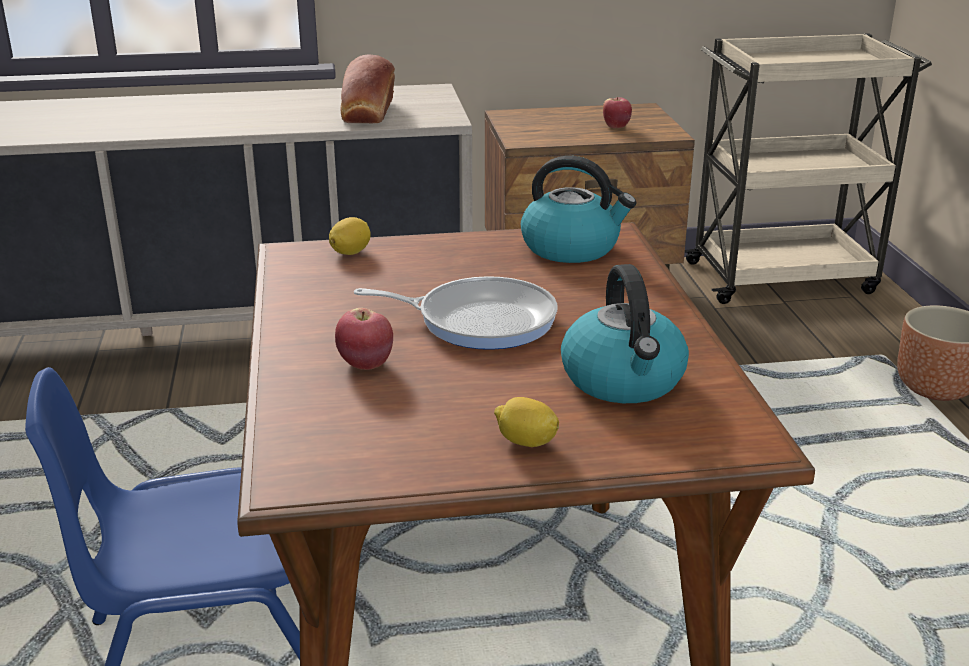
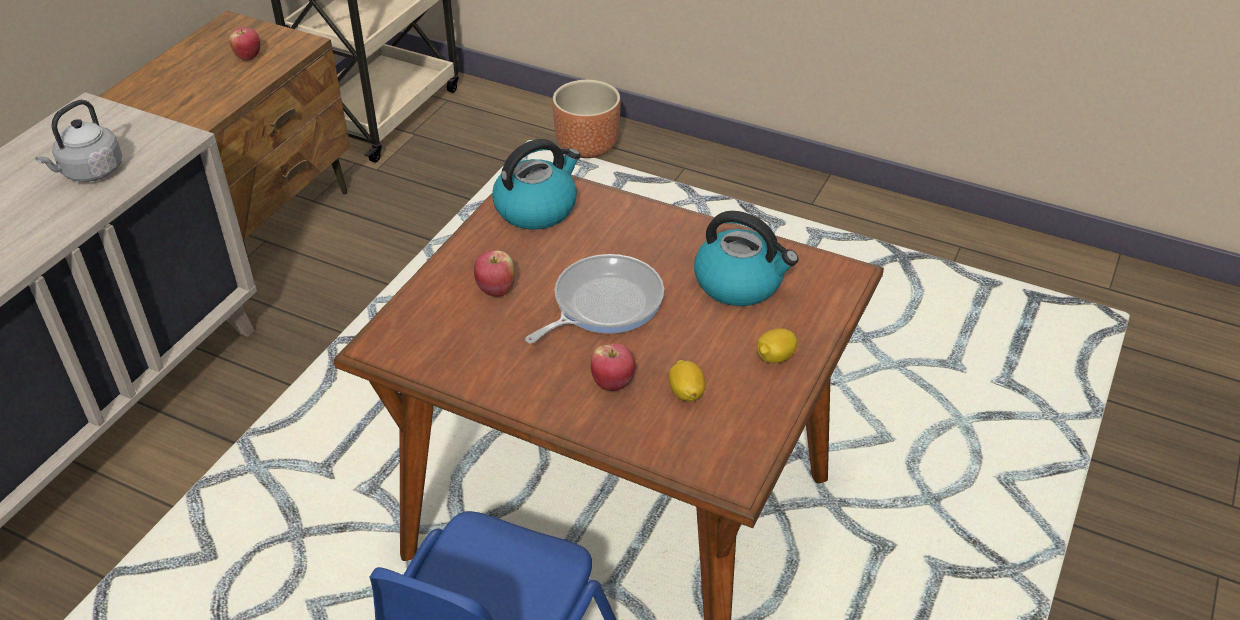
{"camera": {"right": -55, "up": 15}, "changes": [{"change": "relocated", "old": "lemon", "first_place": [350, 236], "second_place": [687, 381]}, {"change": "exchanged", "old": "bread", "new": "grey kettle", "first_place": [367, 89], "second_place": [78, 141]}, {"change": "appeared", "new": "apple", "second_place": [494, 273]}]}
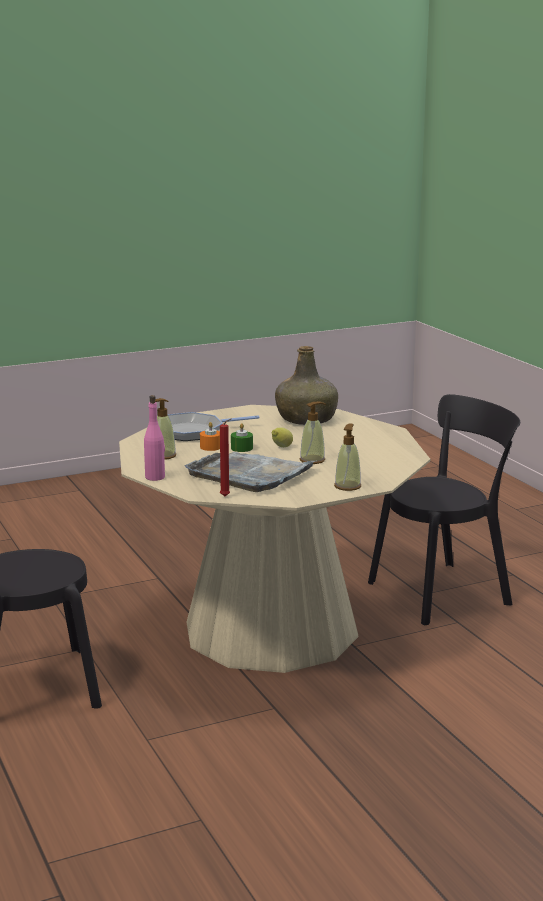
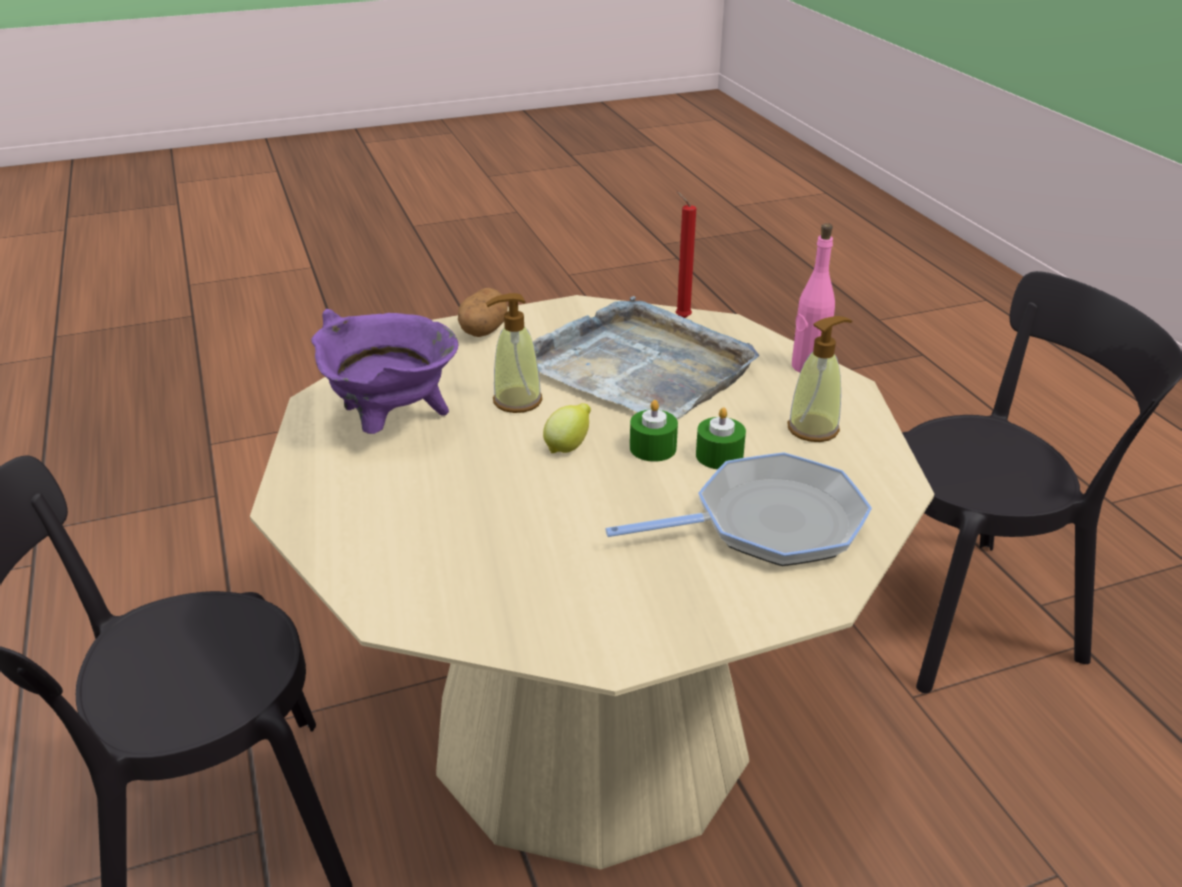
{"camera": {"right": -175, "up": 15}, "changes": [{"change": "colour", "old": "orange candle", "new": "green candle", "first_place": [210, 436], "second_place": [721, 438]}, {"change": "missing", "old": "green bottle", "first_place": [306, 385]}, {"change": "exchanged", "old": "soap dispenser", "new": "potato", "first_place": [347, 457], "second_place": [483, 312]}, {"change": "appeared", "new": "purple cooking pot", "second_place": [384, 371]}]}
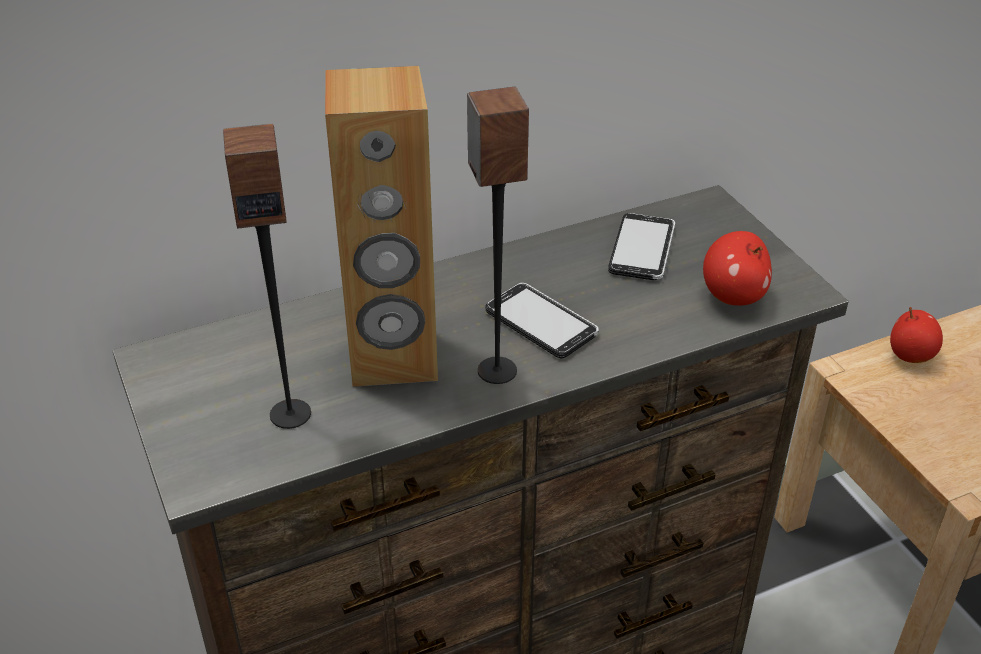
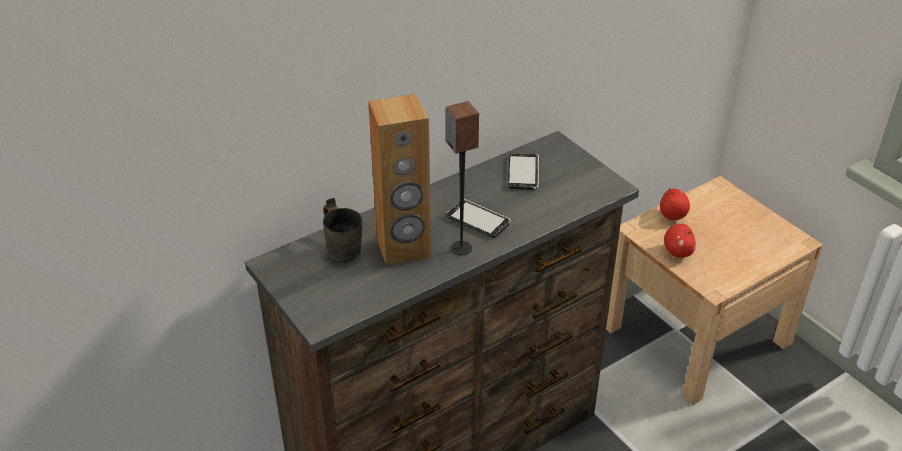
{"camera": {"right": -10, "up": 0}, "changes": [{"change": "missing", "old": "speaker", "first_place": [267, 276]}, {"change": "relocated", "old": "apple", "first_place": [737, 268], "second_place": [680, 241]}, {"change": "appeared", "new": "grey mug", "second_place": [342, 230]}]}
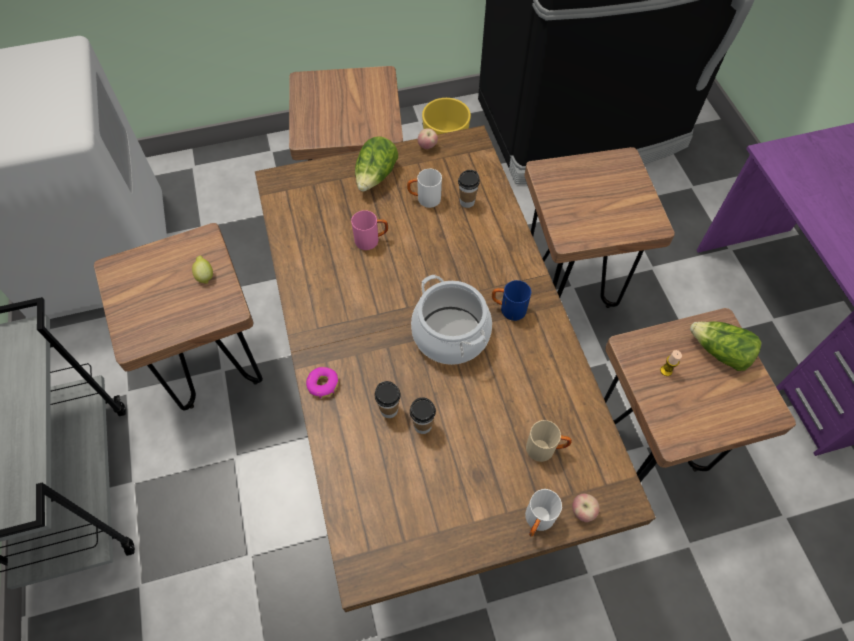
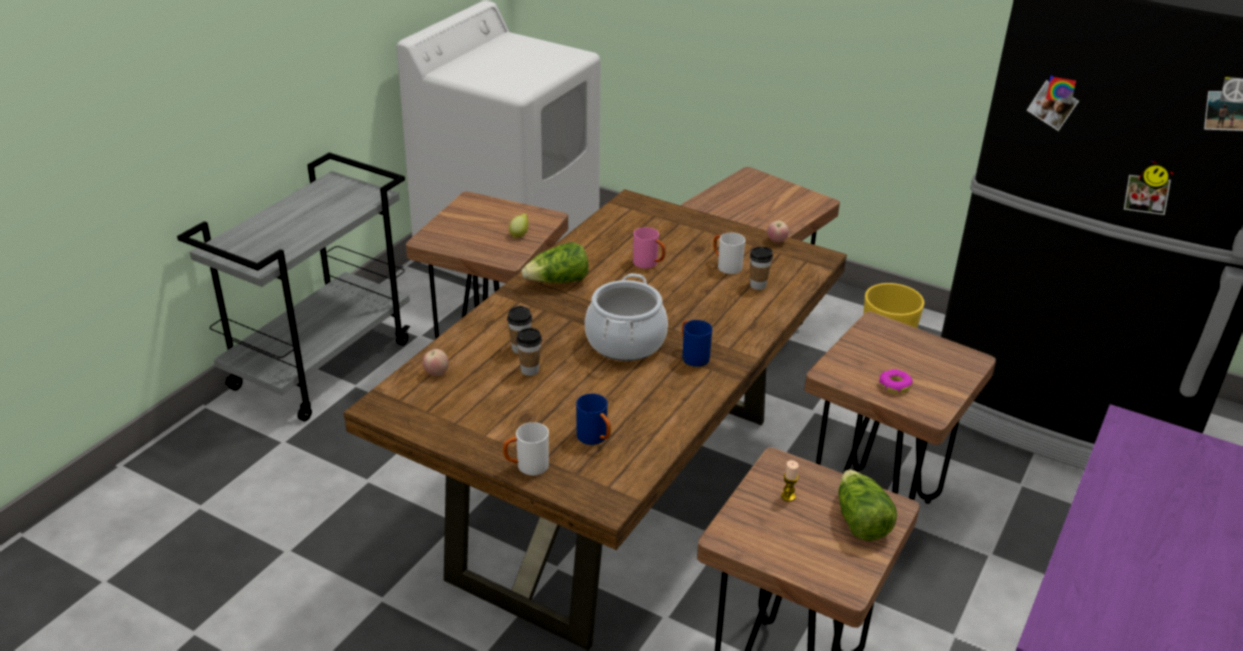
{"camera": {"right": 45, "up": -25}, "changes": [{"change": "relocated", "old": "donut", "first_place": [322, 382], "second_place": [896, 381]}, {"change": "relocated", "old": "lettuce", "first_place": [376, 164], "second_place": [555, 262]}, {"change": "colour", "old": "beige mug", "new": "blue mug", "first_place": [549, 441], "second_place": [593, 419]}, {"change": "relocated", "old": "apple", "first_place": [586, 508], "second_place": [436, 362]}]}
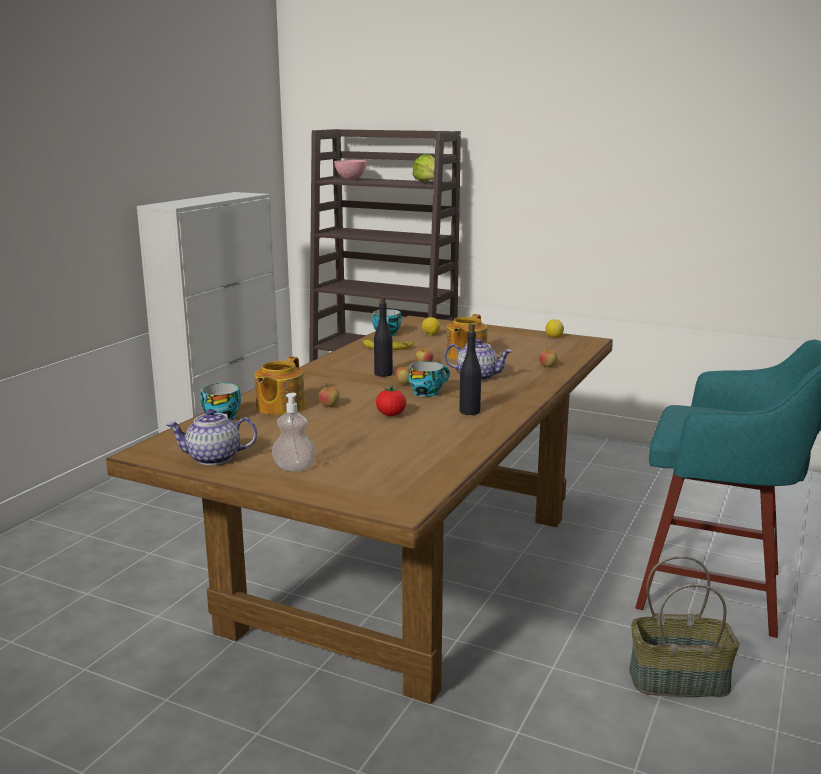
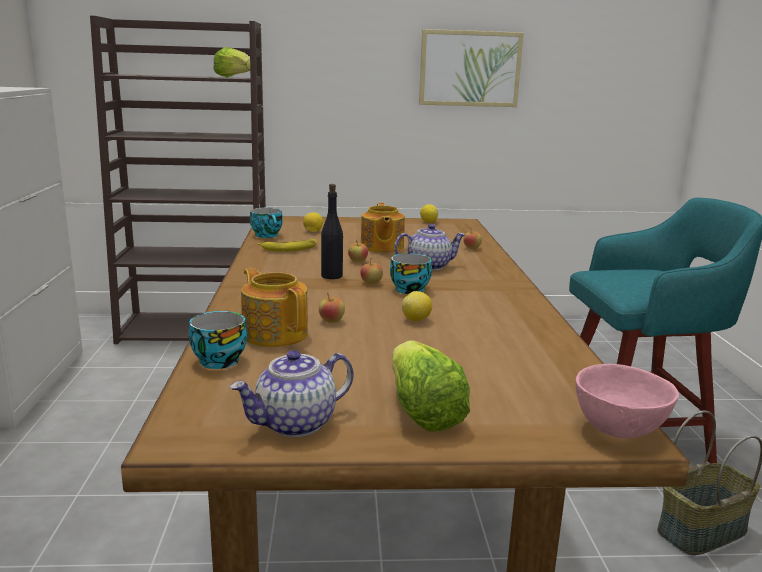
{"camera": {"right": -30, "up": 0}, "changes": [{"change": "spun", "old": "teapot", "first_place": [279, 385], "second_place": [274, 307], "degrees": 150}, {"change": "exchanged", "old": "soap dispenser", "new": "lettuce", "first_place": [294, 432], "second_place": [431, 385]}, {"change": "relocated", "old": "pink bowl", "first_place": [350, 169], "second_place": [627, 401]}, {"change": "exchanged", "old": "tomato", "new": "lemon", "first_place": [391, 401], "second_place": [417, 306]}, {"change": "missing", "old": "black bottle", "first_place": [470, 369]}, {"change": "appeared", "new": "picture", "second_place": [471, 68]}]}
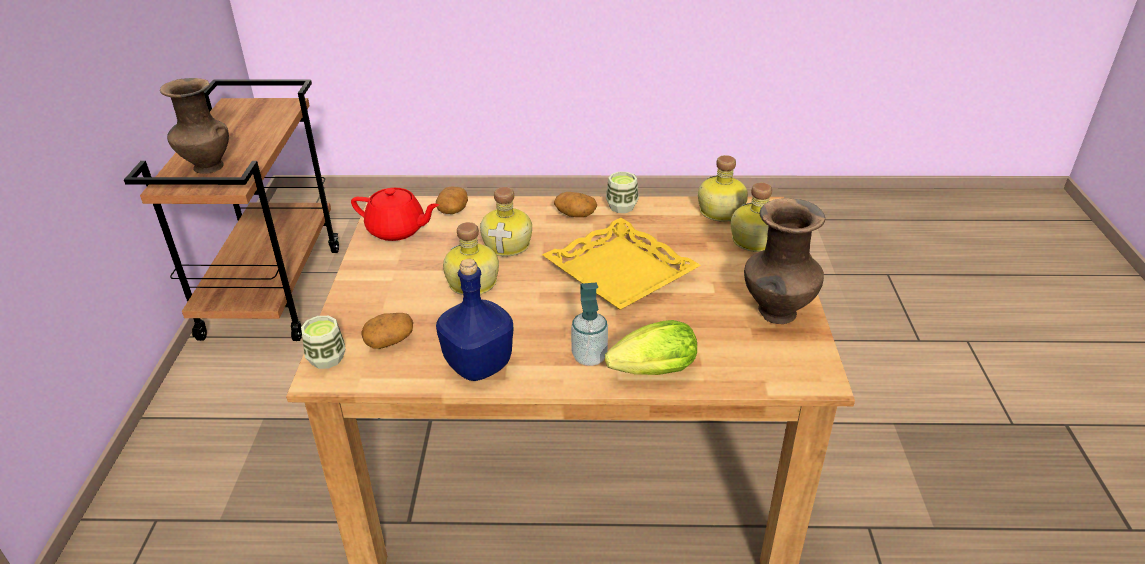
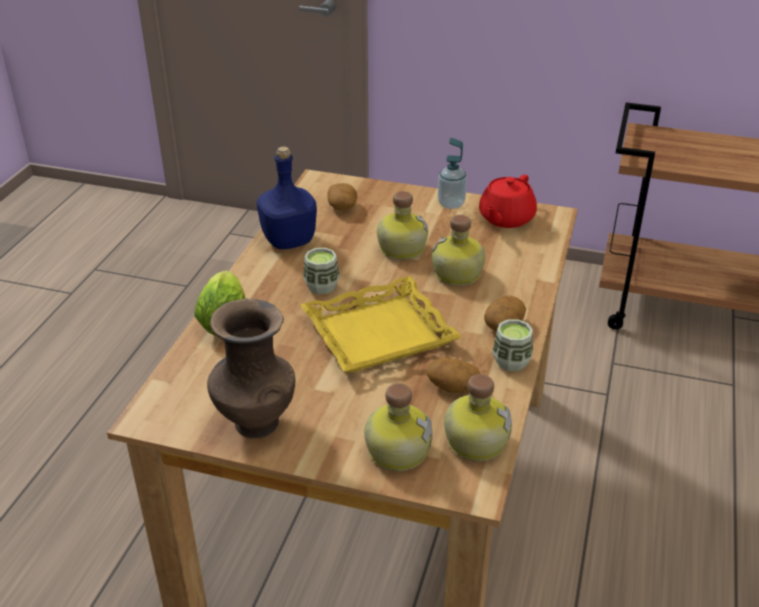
{"camera": {"right": 105, "up": 0}, "changes": [{"change": "missing", "old": "brown vase", "first_place": [194, 126]}, {"change": "relocated", "old": "cup", "first_place": [323, 342], "second_place": [321, 271]}, {"change": "relocated", "old": "potato", "first_place": [452, 200], "second_place": [453, 375]}, {"change": "relocated", "old": "soap dispenser", "first_place": [589, 324], "second_place": [452, 173]}]}
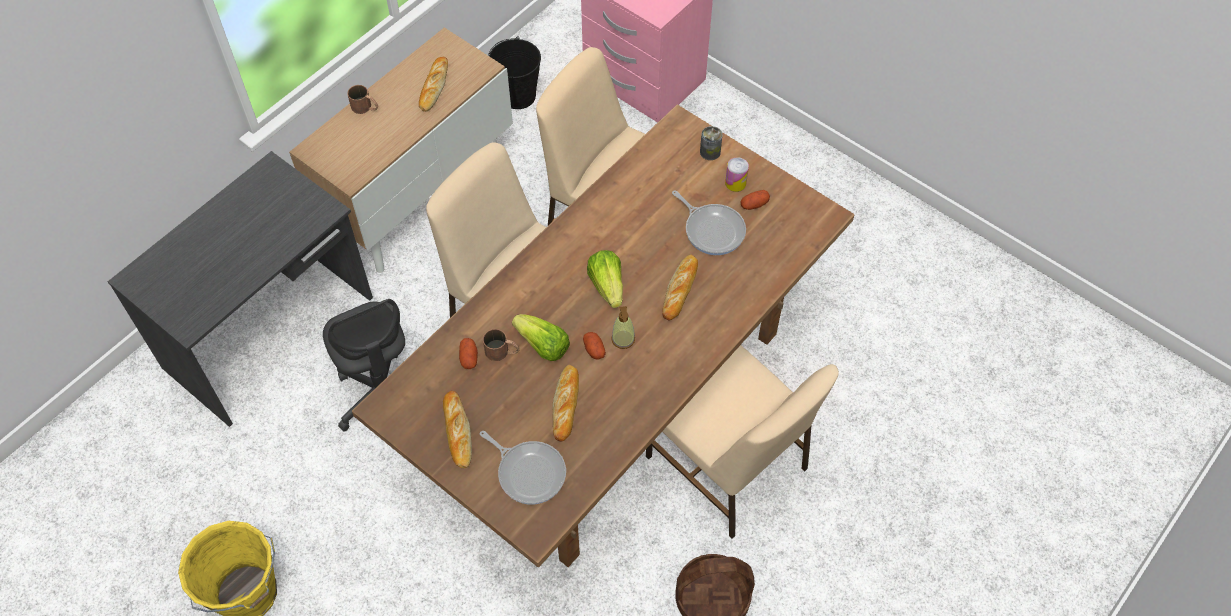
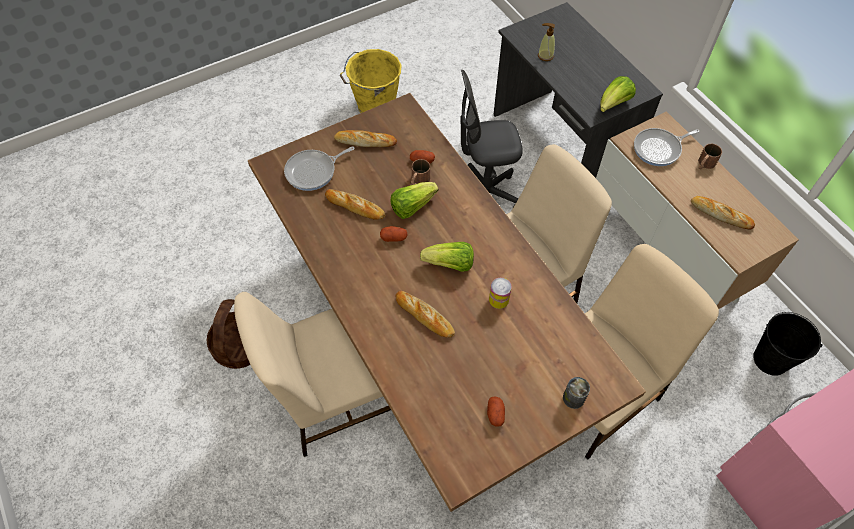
{"camera": {"right": 110, "up": 0}, "changes": [{"change": "relocated", "old": "soap dispenser", "first_place": [623, 327], "second_place": [546, 42]}, {"change": "relocated", "old": "frying pan", "first_place": [709, 222], "second_place": [667, 147]}, {"change": "relocated", "old": "can", "first_place": [737, 174], "second_place": [500, 293]}, {"change": "appeared", "new": "lettuce", "second_place": [618, 94]}]}
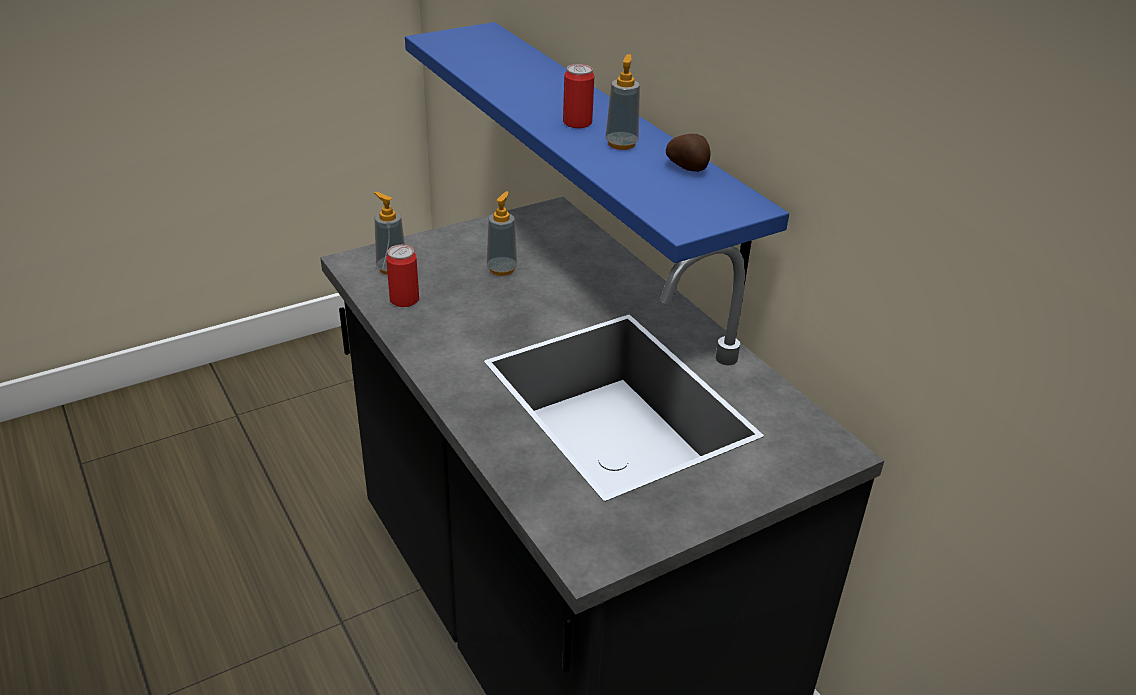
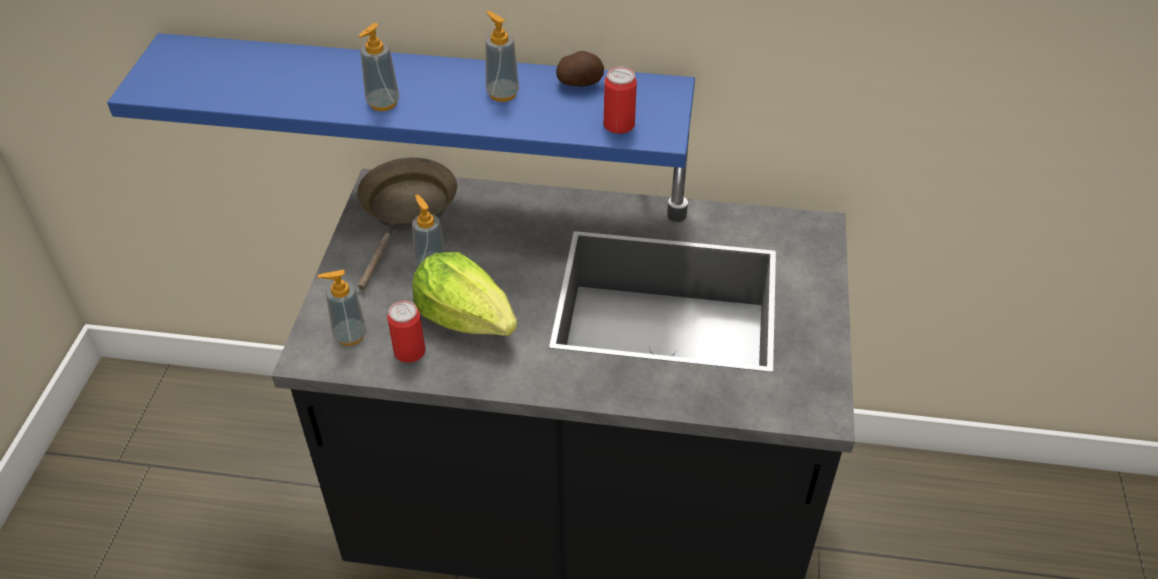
{"camera": {"right": -50, "up": 10}, "changes": [{"change": "relocated", "old": "can", "first_place": [578, 96], "second_place": [620, 100]}, {"change": "appeared", "new": "brown frying pan", "second_place": [407, 223]}, {"change": "appeared", "new": "soap dispenser", "second_place": [379, 67]}, {"change": "appeared", "new": "lettuce", "second_place": [464, 294]}]}
